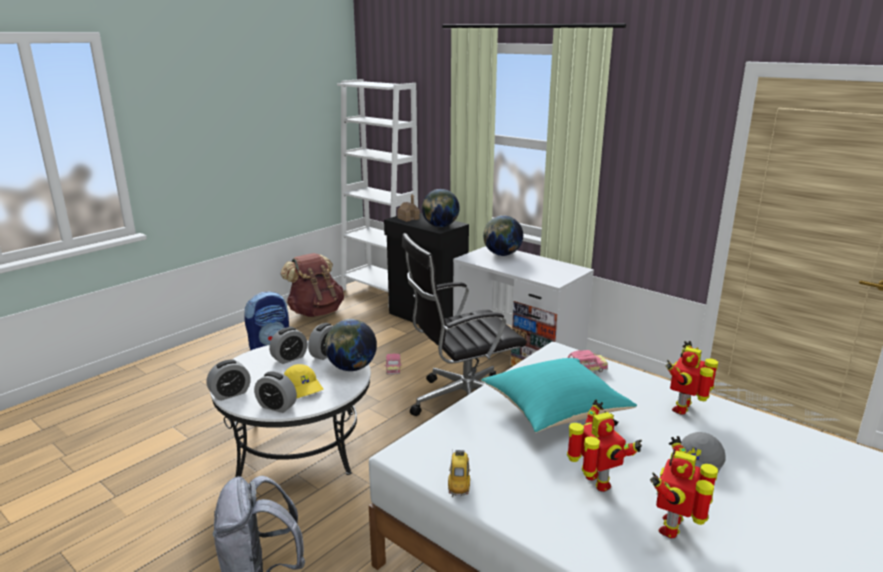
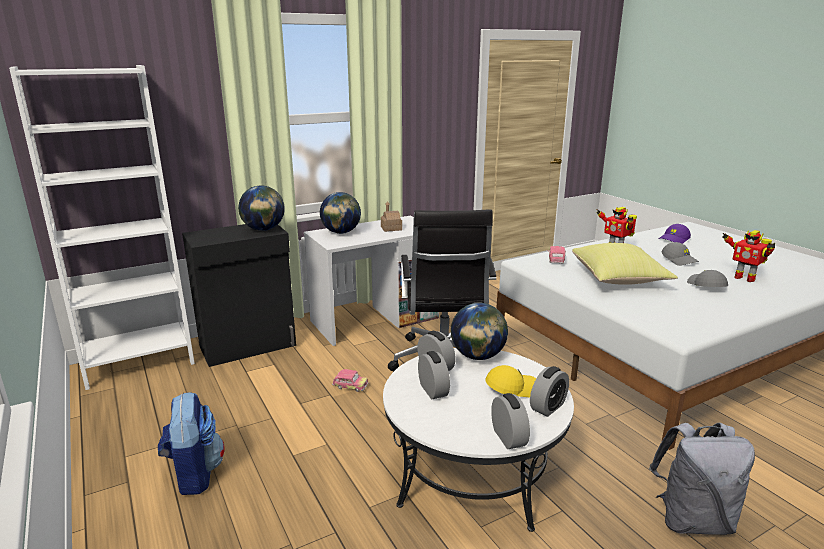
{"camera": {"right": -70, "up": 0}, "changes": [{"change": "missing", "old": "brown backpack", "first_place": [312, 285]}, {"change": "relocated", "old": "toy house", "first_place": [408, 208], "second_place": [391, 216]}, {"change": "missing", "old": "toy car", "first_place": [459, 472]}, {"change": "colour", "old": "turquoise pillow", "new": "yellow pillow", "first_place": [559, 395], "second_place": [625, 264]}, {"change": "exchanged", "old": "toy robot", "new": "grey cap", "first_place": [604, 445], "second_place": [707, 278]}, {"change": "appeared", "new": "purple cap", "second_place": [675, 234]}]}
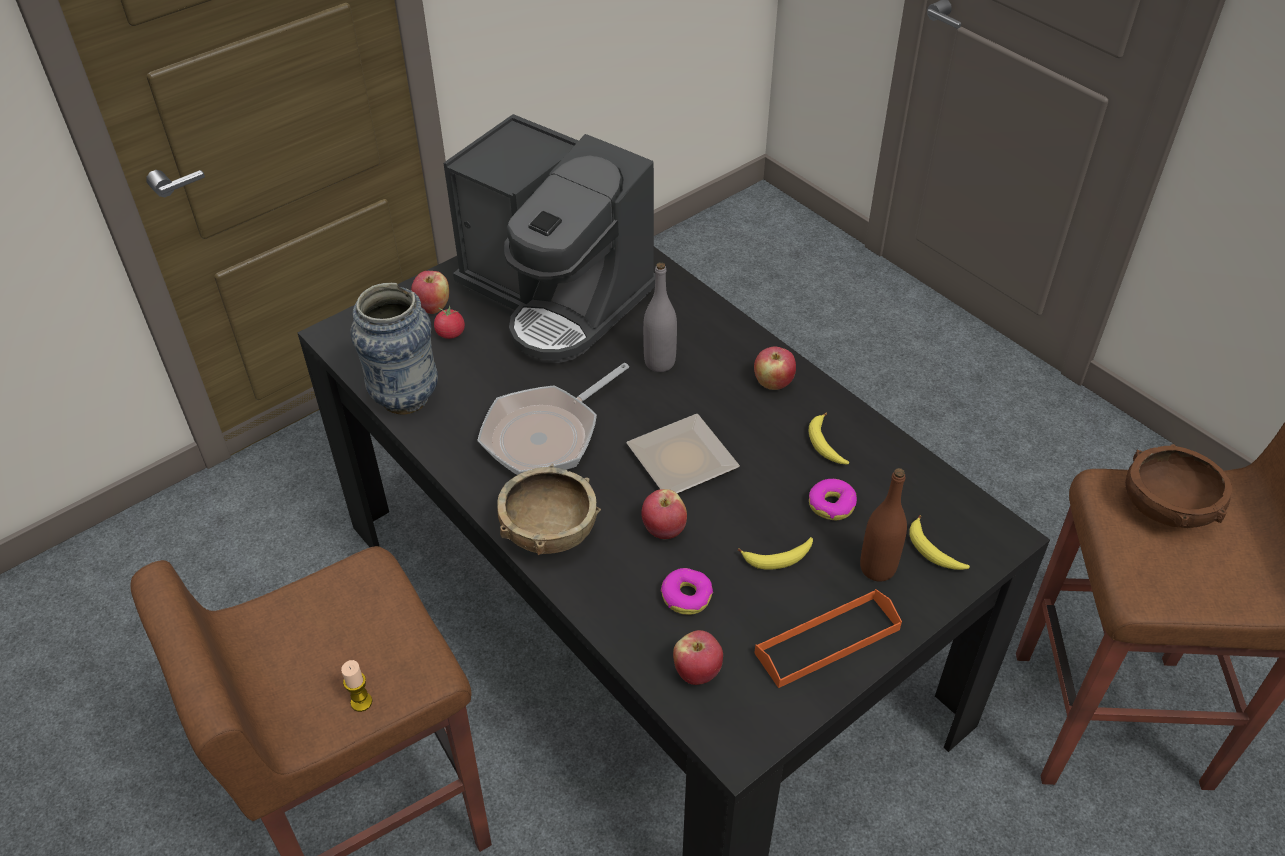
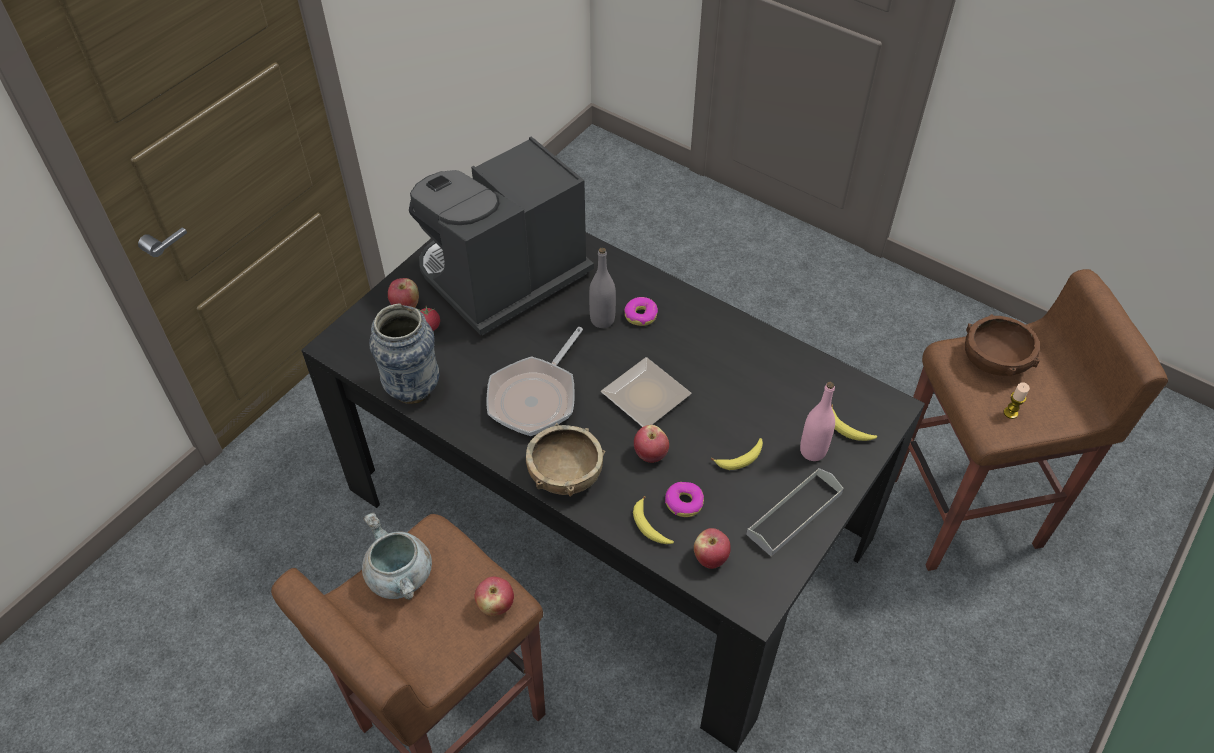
{"camera": {"right": -15, "up": 5}, "changes": [{"change": "relocated", "old": "candle", "first_place": [356, 686], "second_place": [1017, 400]}, {"change": "spun", "old": "coffee machine", "first_place": [549, 238], "second_place": [501, 235], "degrees": 120}, {"change": "relocated", "old": "apple", "first_place": [775, 368], "second_place": [494, 596]}, {"change": "colour", "old": "orange tray", "new": "grey tray", "first_place": [828, 638], "second_place": [795, 512]}, {"change": "relocated", "old": "banana", "first_place": [829, 439], "second_place": [653, 520]}, {"change": "relocated", "old": "donut", "first_place": [833, 499], "second_place": [641, 311]}, {"change": "colour", "old": "brown bottle", "new": "pink bottle", "first_place": [883, 524], "second_place": [817, 421]}, {"change": "appeared", "new": "grey cooking pot", "second_place": [397, 556]}]}
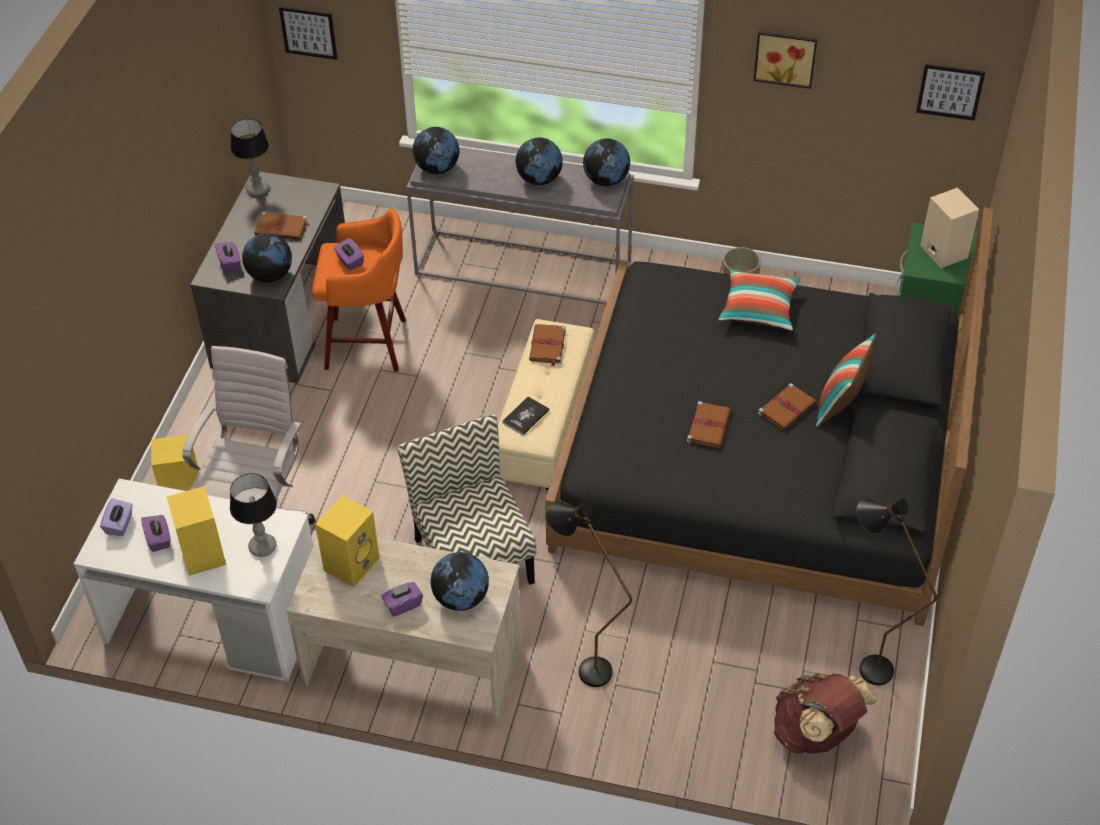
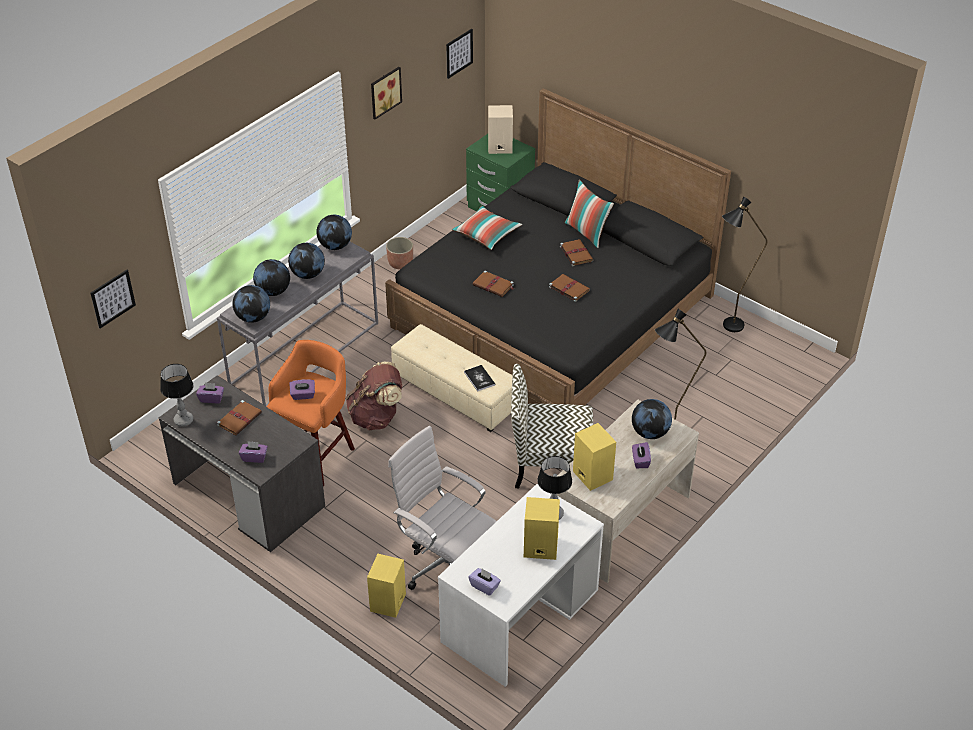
{"camera": {"right": -65, "up": -5}, "changes": [{"change": "relocated", "old": "purple tissue box", "first_place": [156, 533], "second_place": [210, 393]}, {"change": "relocated", "old": "globe", "first_place": [267, 258], "second_place": [271, 277]}, {"change": "relocated", "old": "brown book", "first_place": [547, 345], "second_place": [493, 283]}, {"change": "relocated", "old": "brown backpack", "first_place": [826, 713], "second_place": [374, 396]}]}
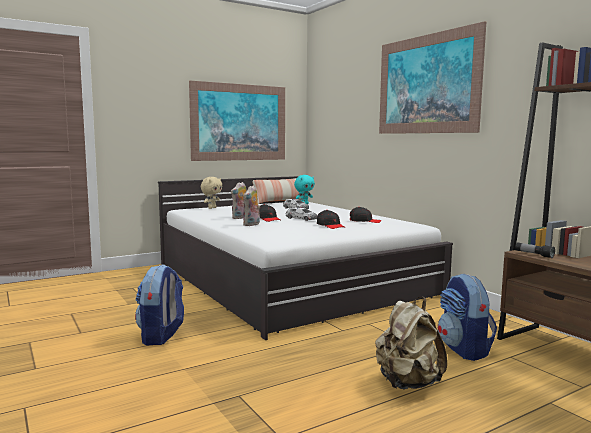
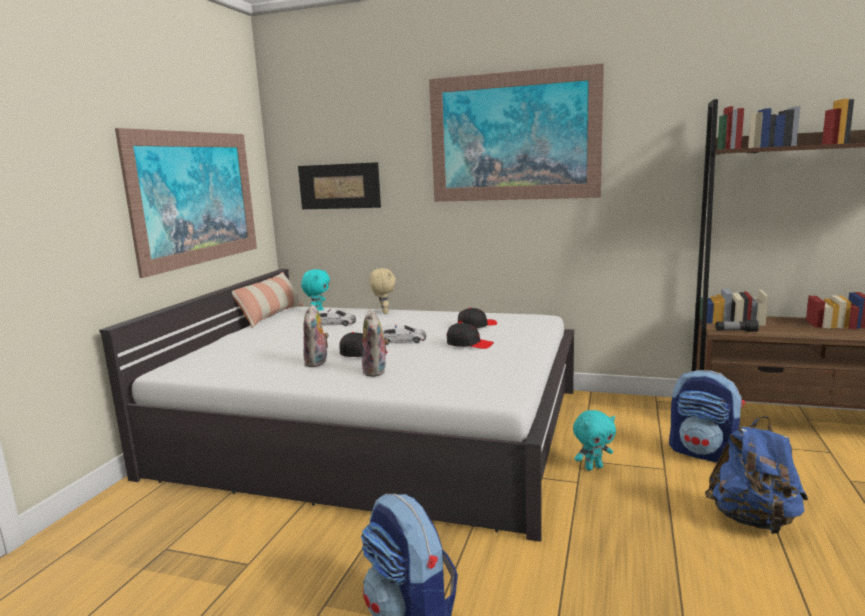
{"camera": {"right": -40, "up": 5}, "changes": [{"change": "relocated", "old": "beige plush toy", "first_place": [211, 193], "second_place": [382, 291]}, {"change": "colour", "old": "beige backpack", "new": "blue backpack", "first_place": [411, 343], "second_place": [756, 475]}, {"change": "appeared", "new": "picture", "second_place": [339, 185]}, {"change": "appeared", "new": "turquoise plush toy", "second_place": [594, 440]}]}
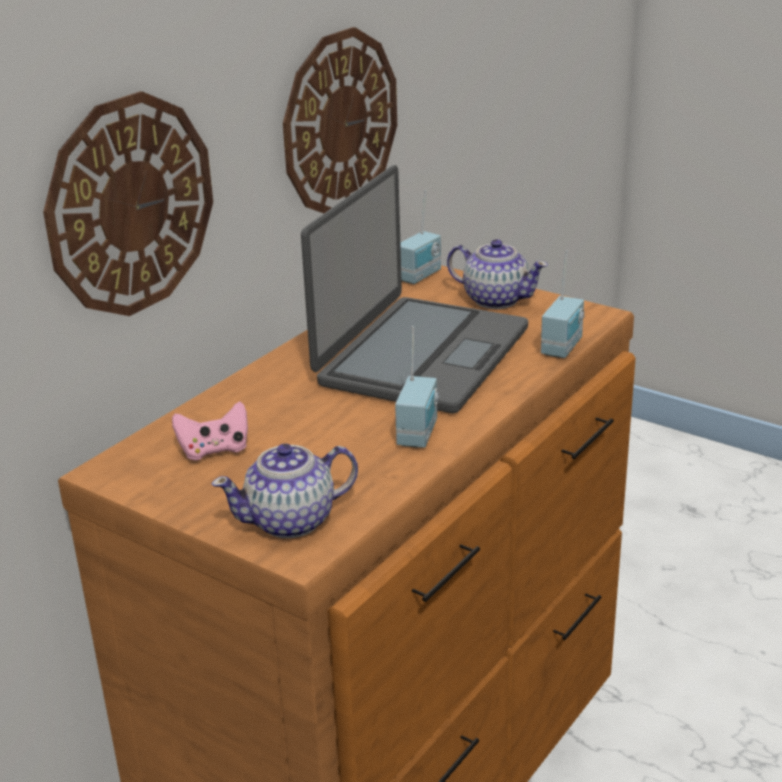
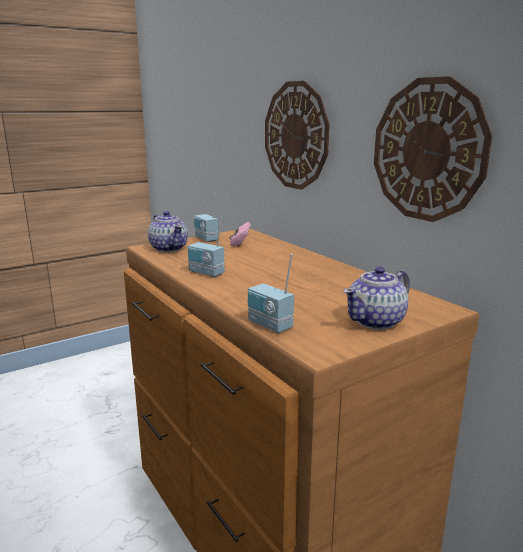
{"camera": {"right": 110, "up": -10}, "changes": [{"change": "spun", "old": "teapot", "first_place": [285, 491], "second_place": [168, 231], "degrees": 150}, {"change": "missing", "old": "laptop", "first_place": [414, 289]}, {"change": "relocated", "old": "radio", "first_place": [420, 237], "second_place": [206, 217]}]}
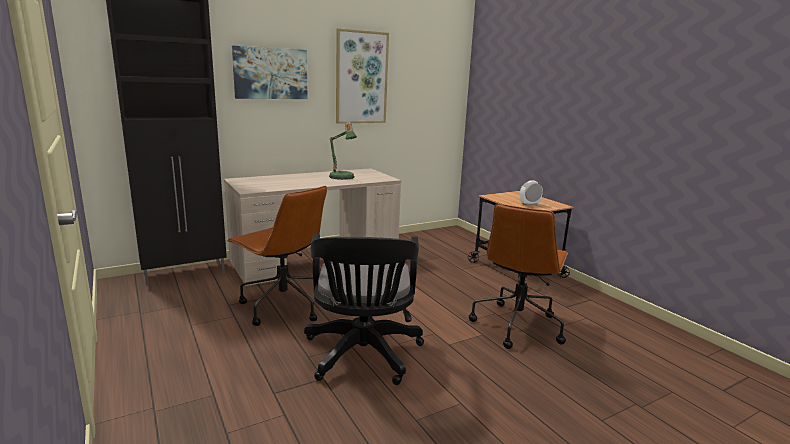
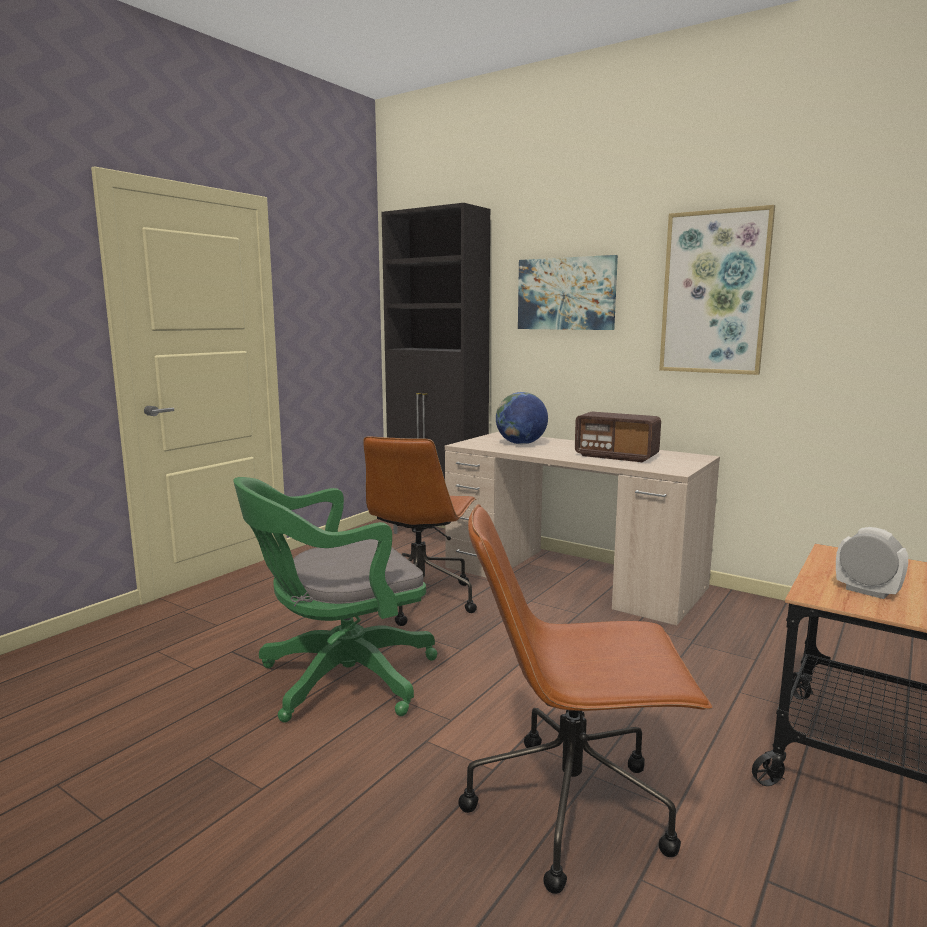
{"camera": {"right": 65, "up": -5}, "changes": [{"change": "colour", "old": "black office chair", "new": "green office chair", "first_place": [364, 309], "second_place": [335, 600]}, {"change": "exchanged", "old": "table lamp", "new": "radio", "first_place": [343, 151], "second_place": [618, 437]}, {"change": "appeared", "new": "globe", "second_place": [522, 418]}]}
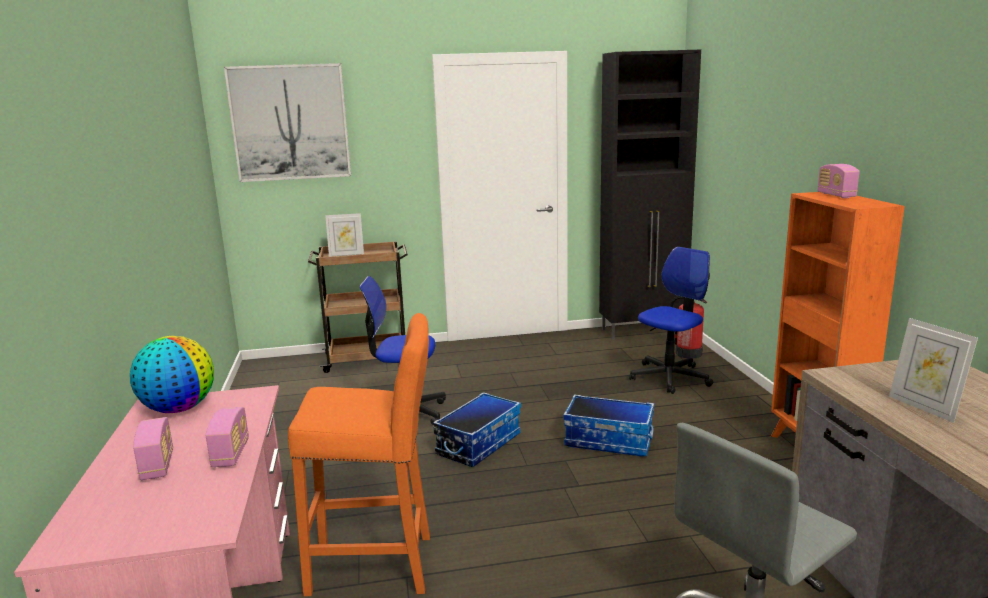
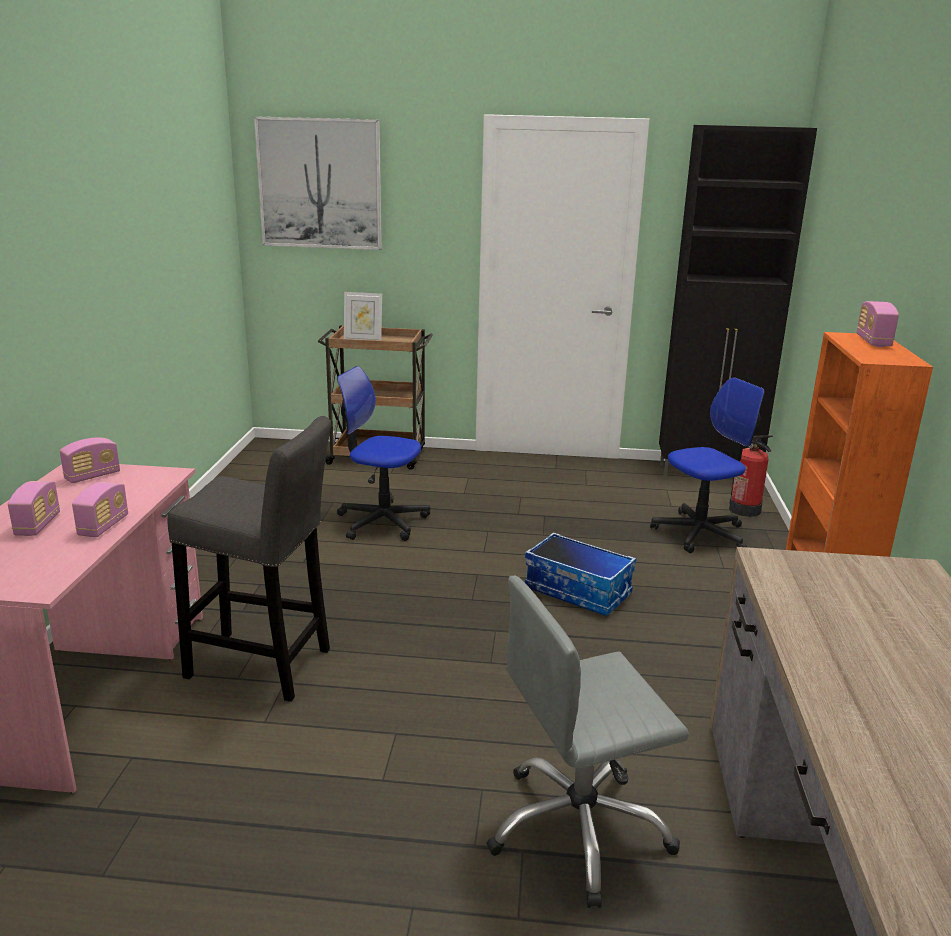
{"camera": {"right": 15, "up": 5}, "changes": [{"change": "exchanged", "old": "globe", "new": "radio", "first_place": [172, 374], "second_place": [90, 460]}, {"change": "colour", "old": "orange stool", "new": "grey stool", "first_place": [359, 454], "second_place": [249, 559]}, {"change": "missing", "old": "storage box", "first_place": [477, 429]}, {"change": "missing", "old": "picture frame", "first_place": [933, 370]}]}
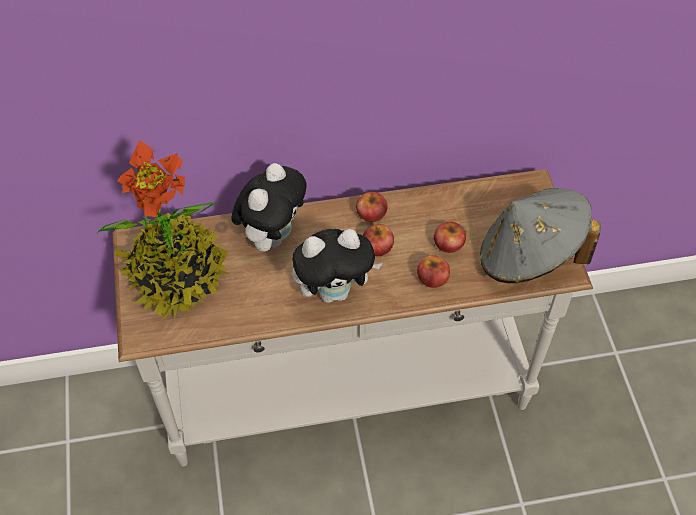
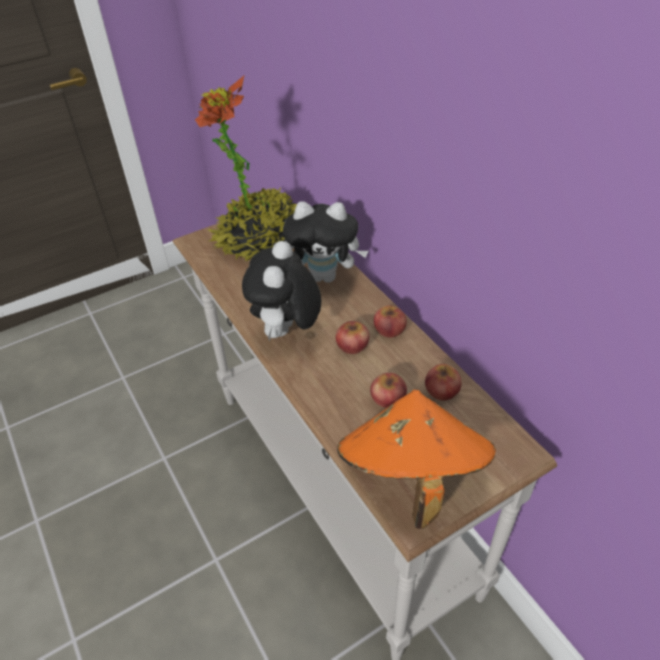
{"camera": {"right": 70, "up": -10}, "changes": [{"change": "spun", "old": "plush toy", "first_place": [337, 266], "second_place": [281, 291], "degrees": 45}, {"change": "relocated", "old": "apple", "first_place": [433, 271], "second_place": [443, 382]}, {"change": "colour", "old": "grey hat", "new": "orange hat", "first_place": [541, 235], "second_place": [416, 459]}]}
